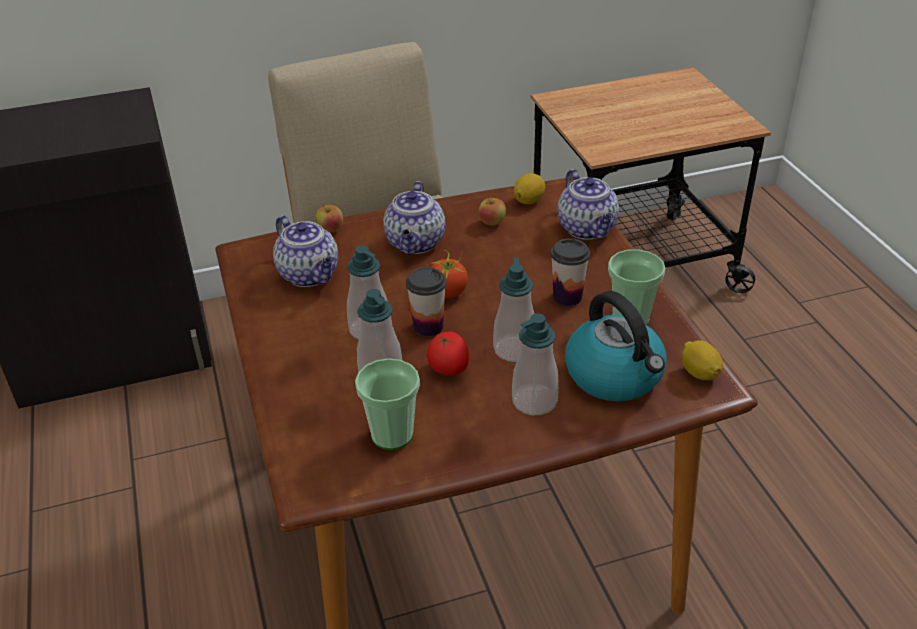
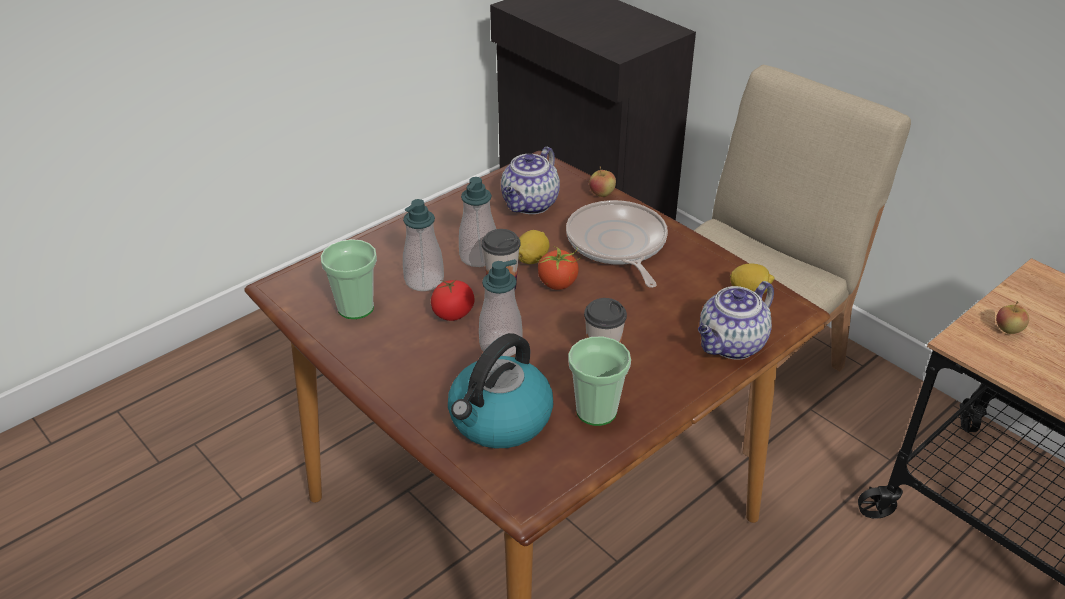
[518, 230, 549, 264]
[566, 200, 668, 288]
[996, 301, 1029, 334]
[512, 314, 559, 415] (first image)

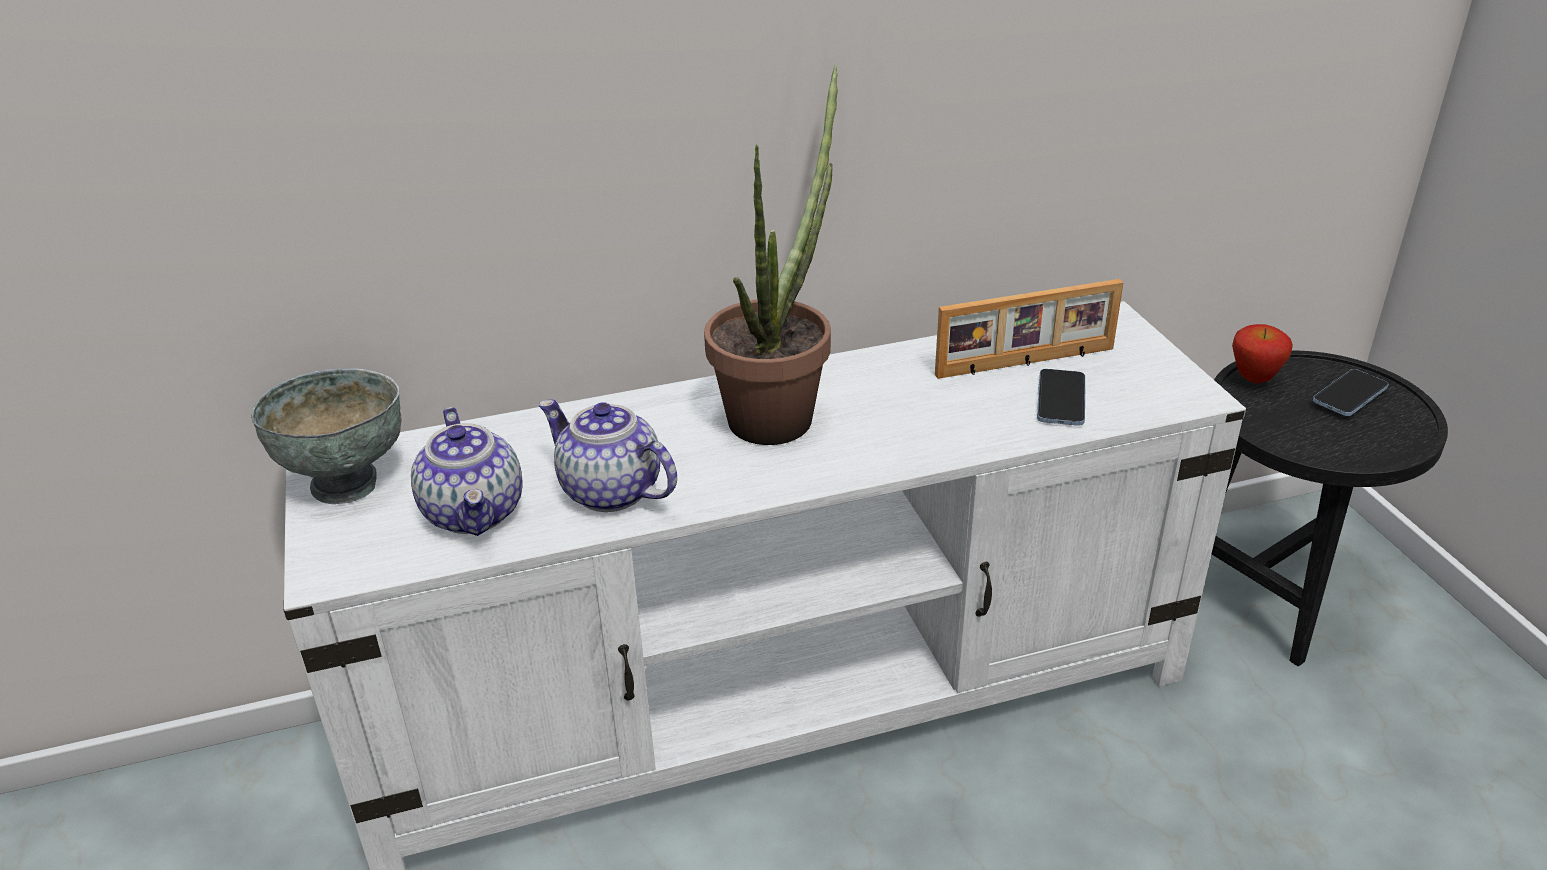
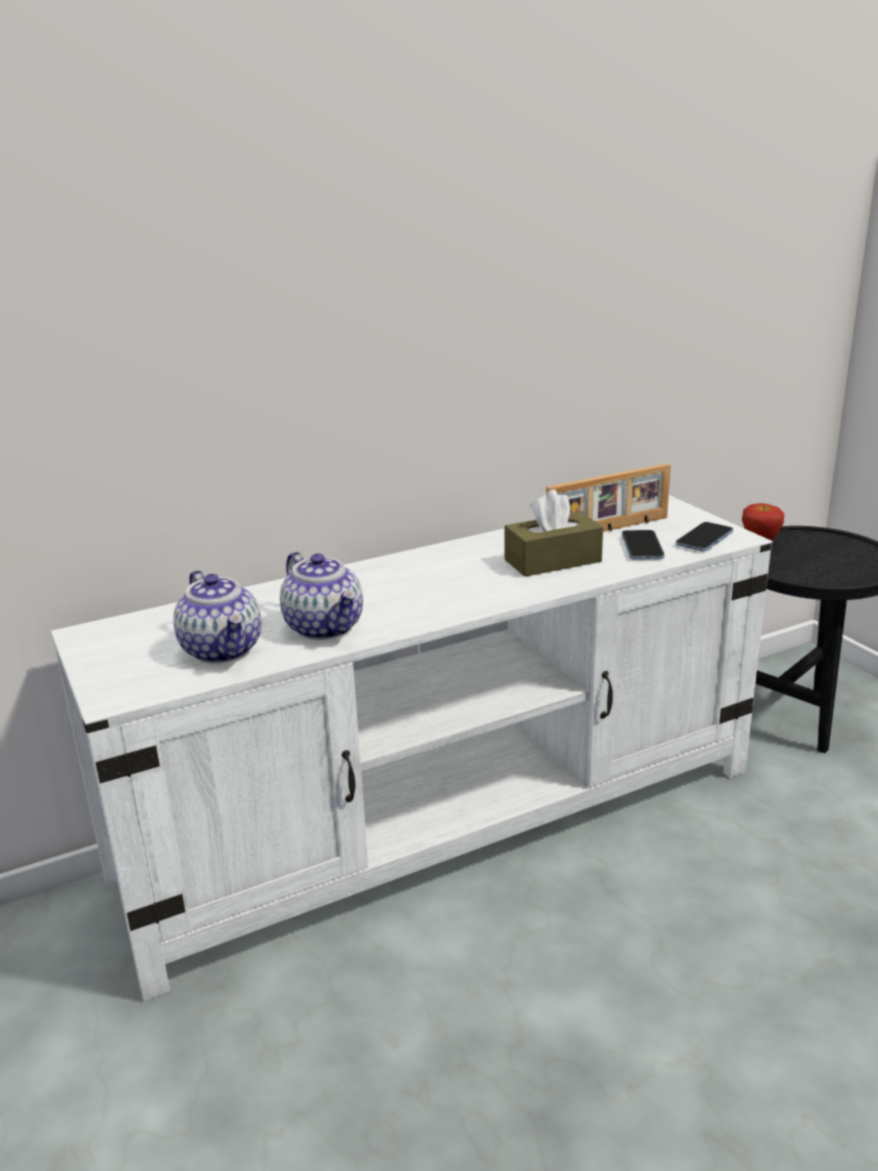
[280, 552, 363, 640]
[504, 489, 603, 577]
[676, 522, 733, 552]
[251, 369, 401, 504] (first image)
[704, 65, 838, 445] (first image)

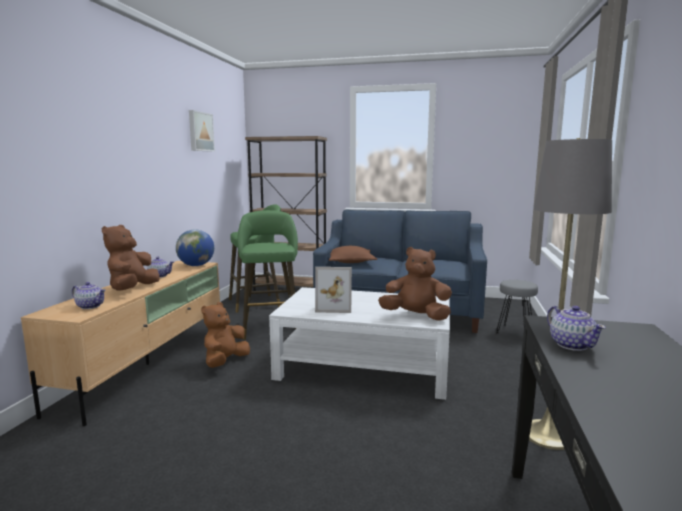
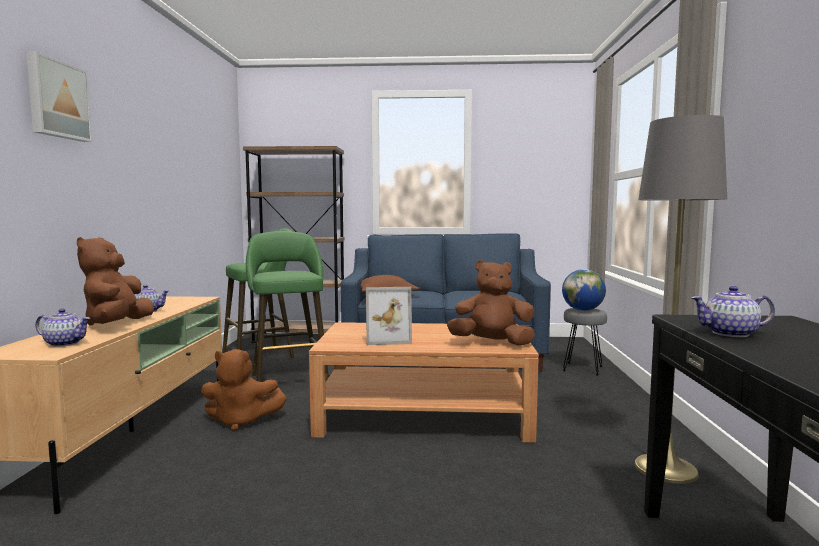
[27, 51, 92, 142]
[201, 349, 287, 431]
[309, 322, 539, 443]
[562, 269, 606, 311]
[691, 286, 775, 337]

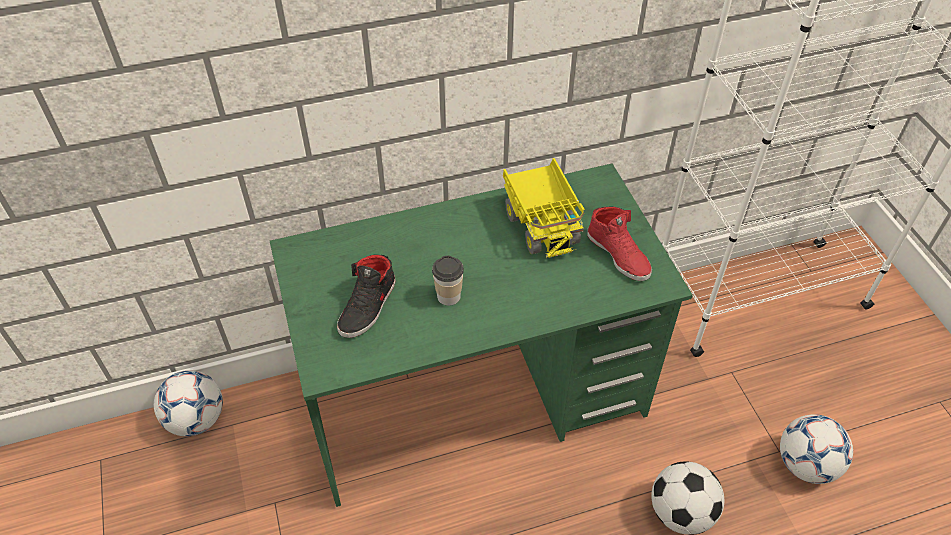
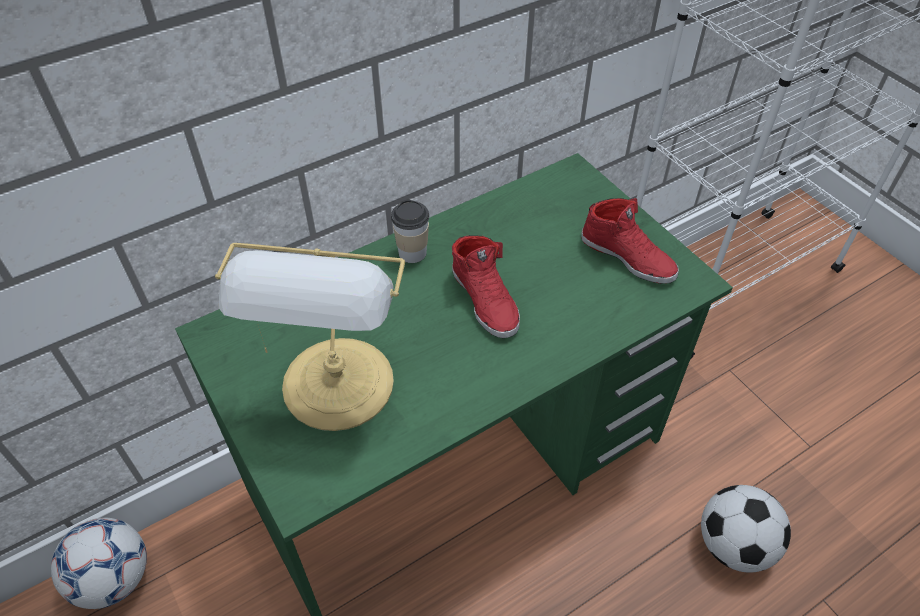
[215, 243, 405, 431]
[391, 200, 429, 263]
[452, 235, 520, 338]
[503, 158, 585, 259] (first image)
[780, 414, 853, 484] (first image)

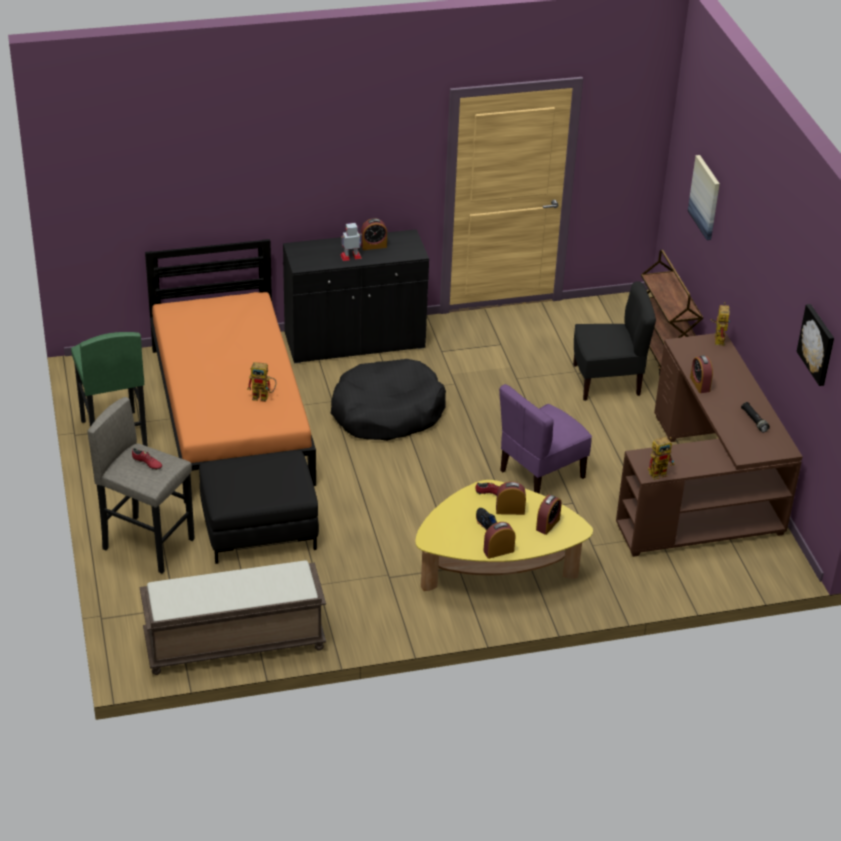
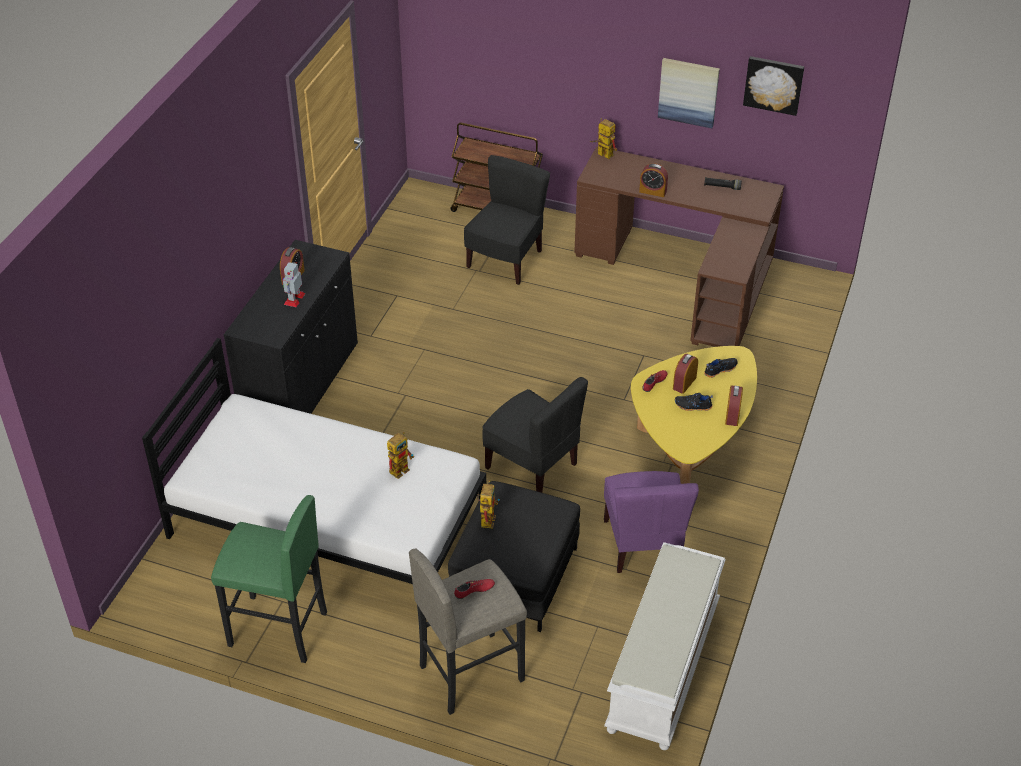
[142, 338, 486, 584]
[477, 480, 500, 529]
[482, 377, 588, 493]
[604, 471, 699, 573]
[604, 542, 726, 750]
[658, 58, 720, 128]
[704, 358, 737, 378]
[331, 359, 446, 441] (first image)

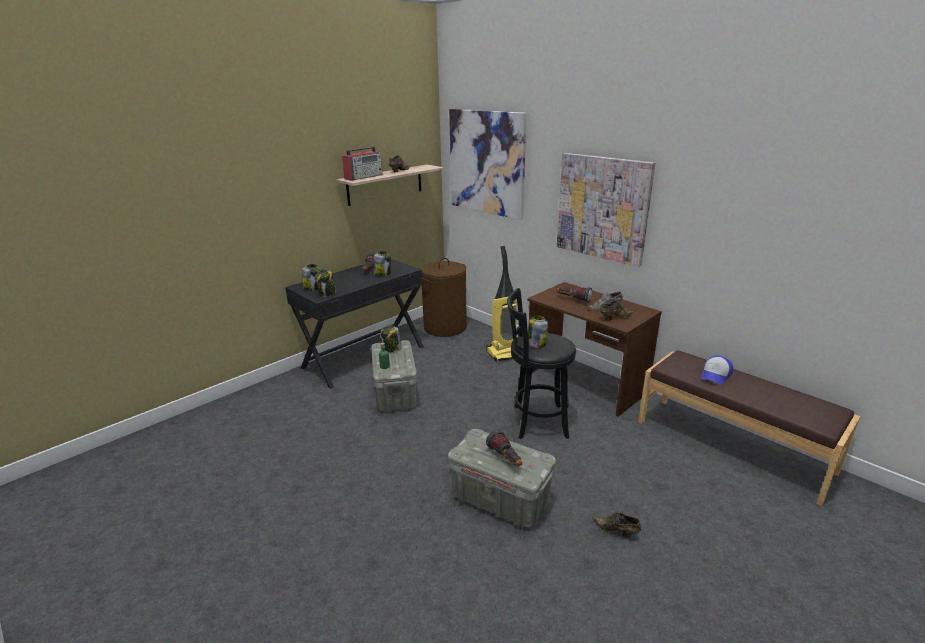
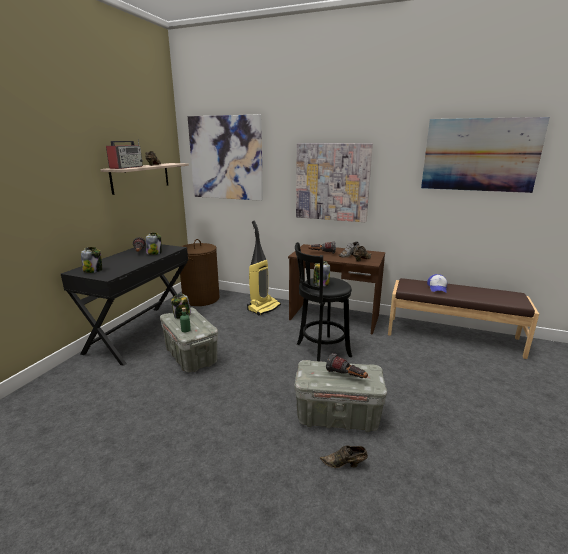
[320, 445, 368, 468]
[421, 117, 550, 193]
[315, 269, 336, 297] (first image)

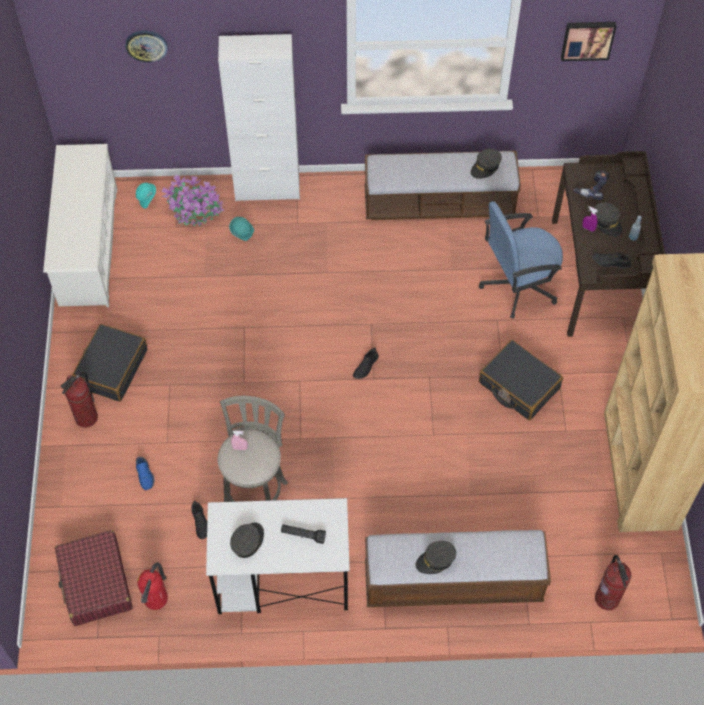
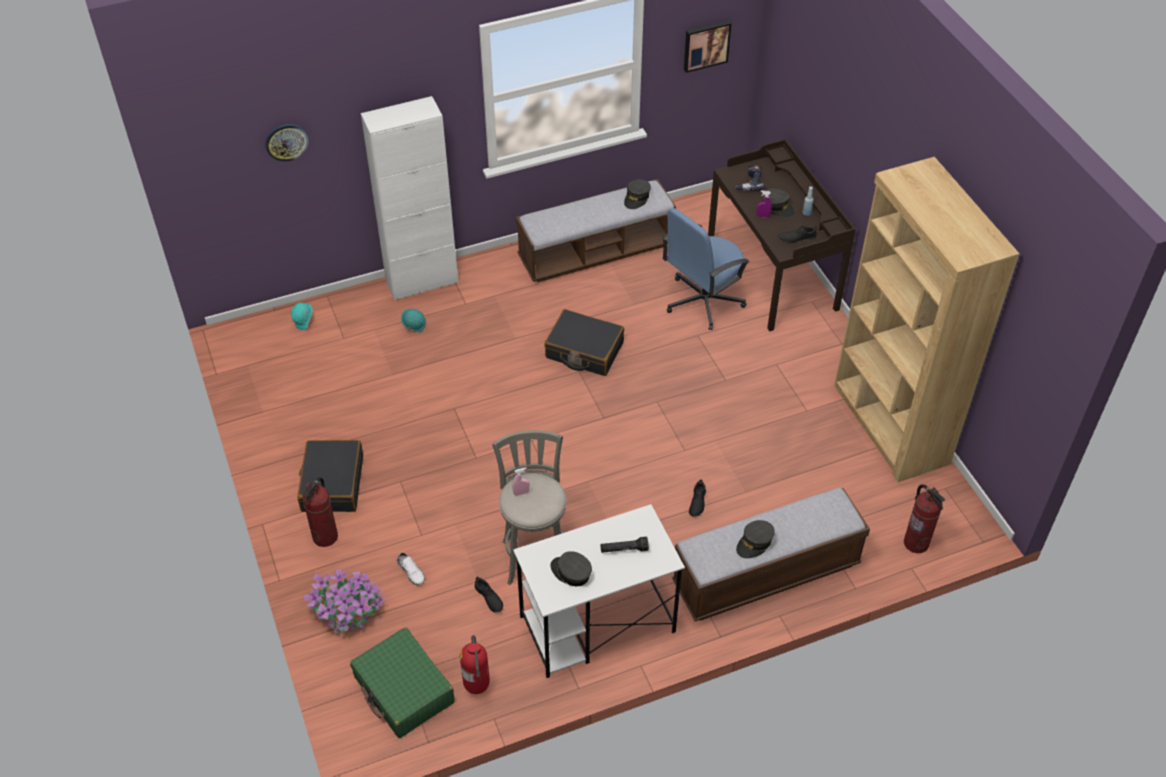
[304, 569, 385, 634]
[350, 628, 455, 738]
[397, 553, 425, 585]
[544, 309, 624, 376]
[550, 551, 592, 586]
[689, 479, 706, 517]
[43, 144, 117, 307] (first image)

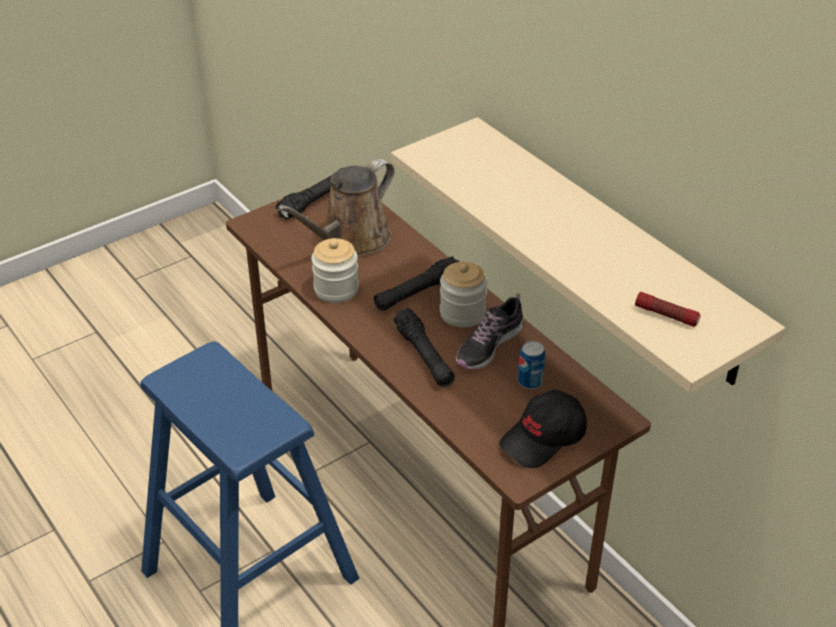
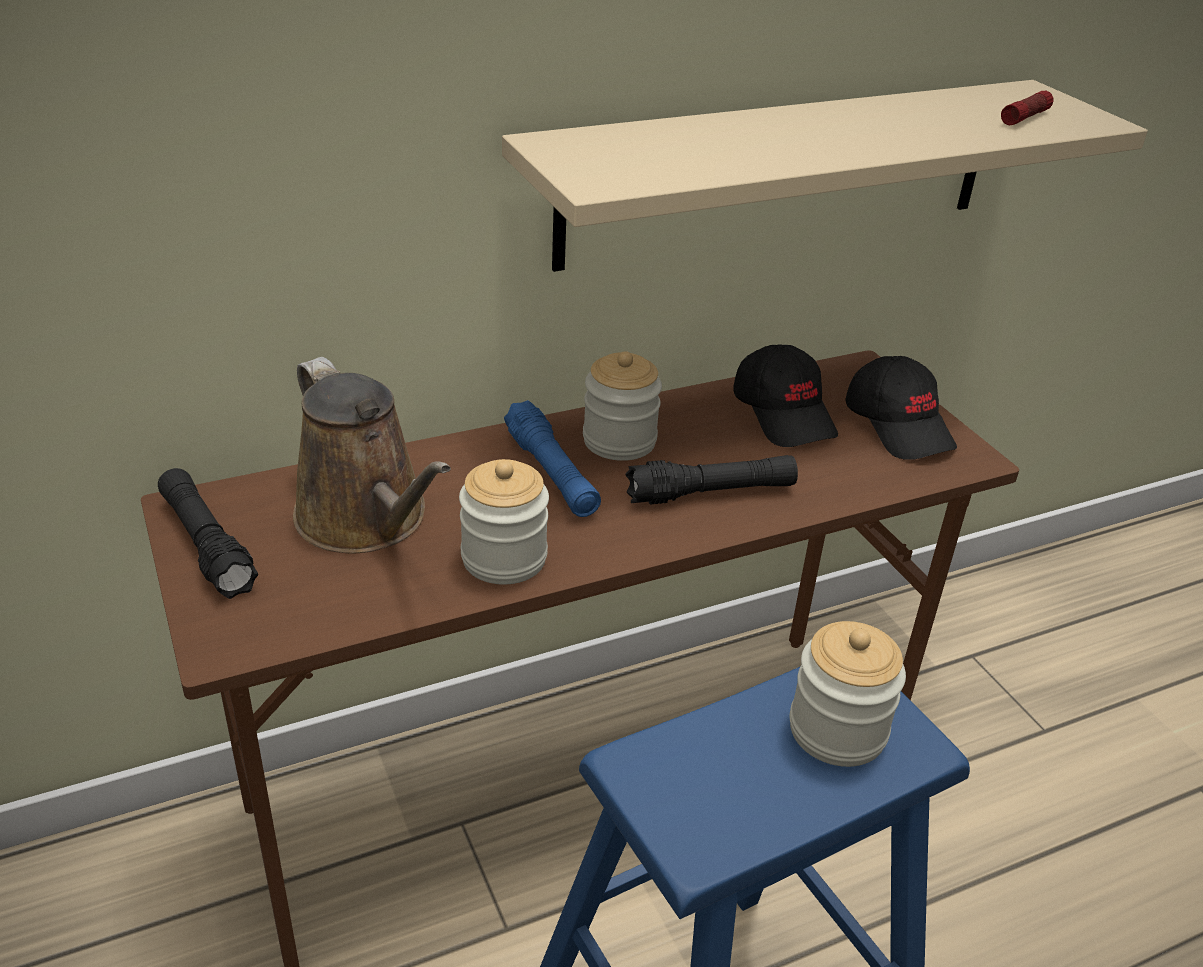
[504, 400, 601, 517]
[733, 344, 838, 447]
[790, 621, 906, 767]
[456, 293, 524, 370] (first image)

